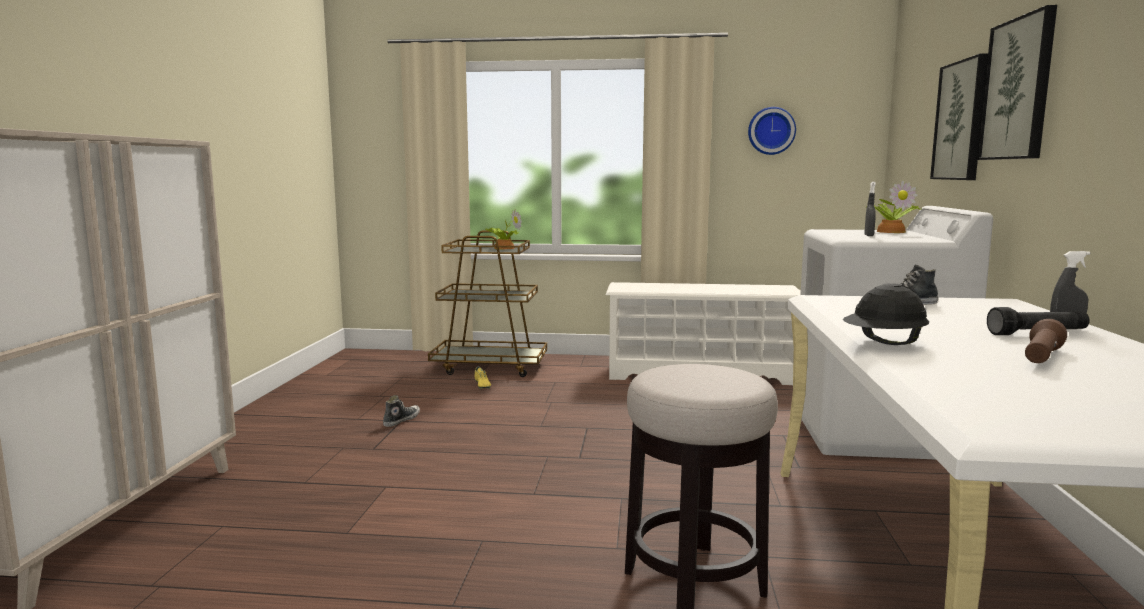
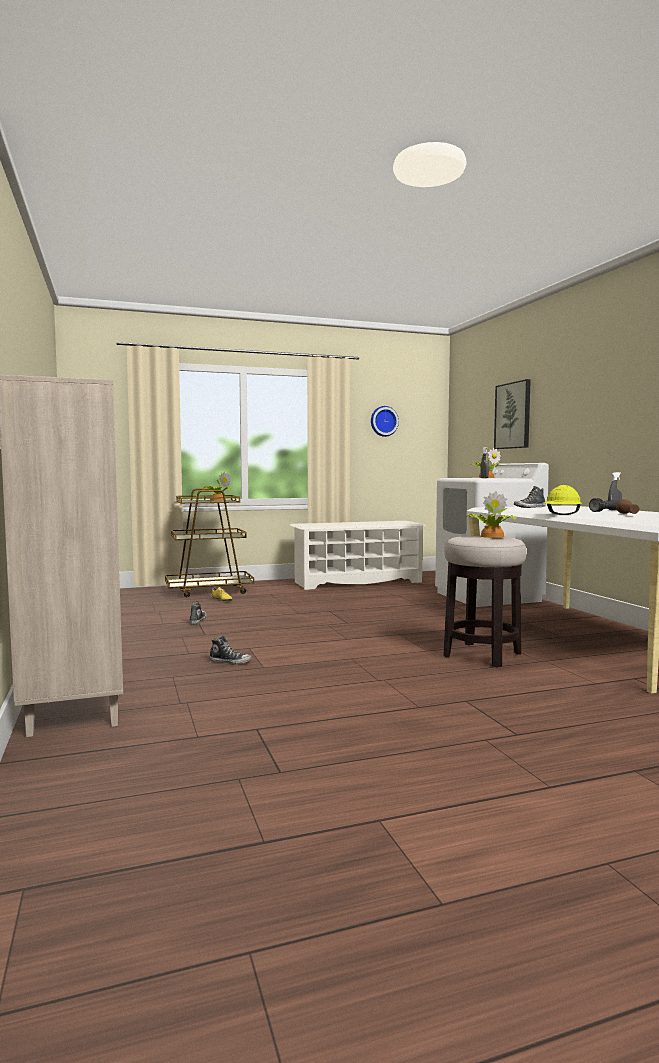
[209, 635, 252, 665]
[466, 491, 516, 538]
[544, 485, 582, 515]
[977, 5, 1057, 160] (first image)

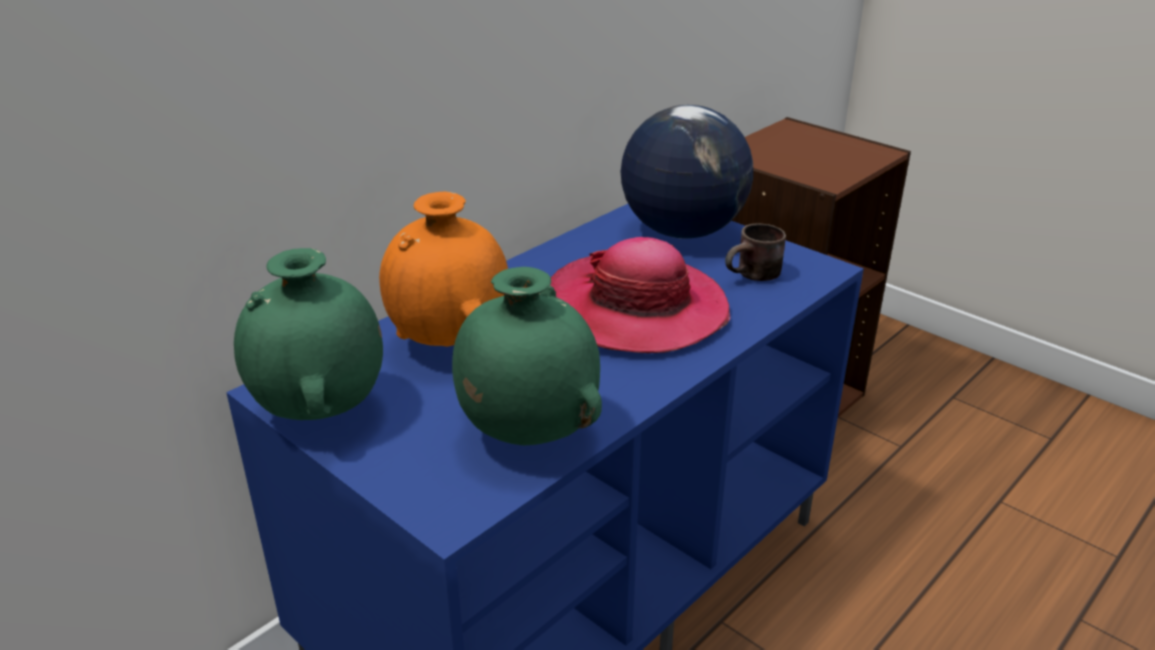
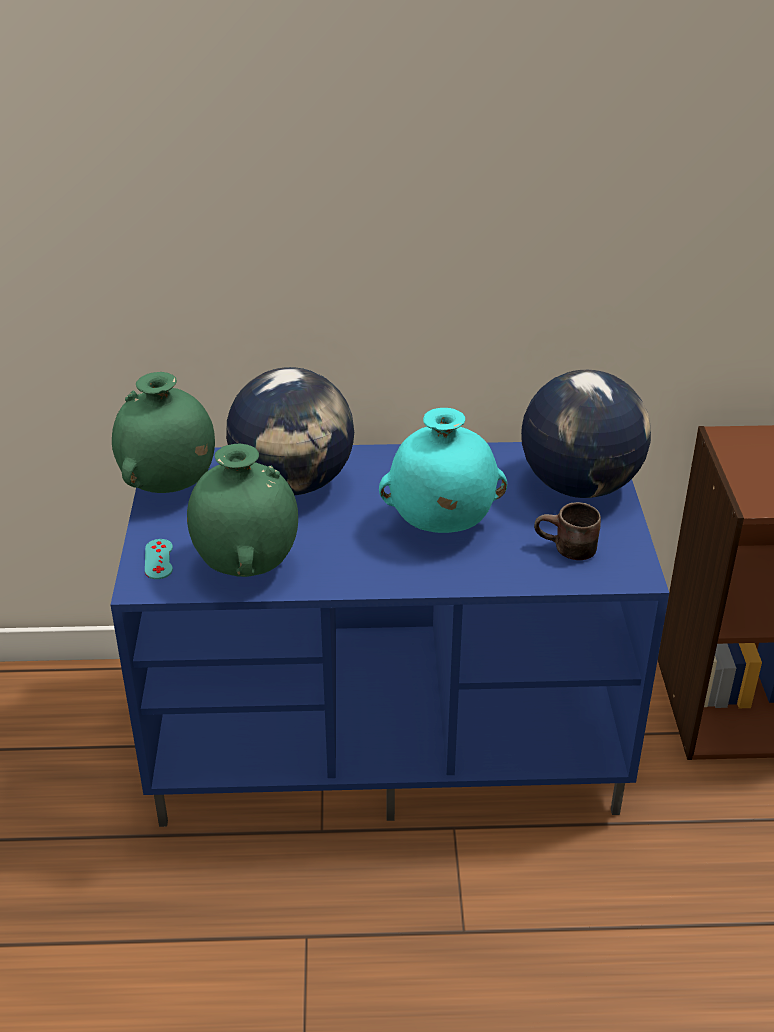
[145, 539, 173, 579]
[226, 367, 354, 495]
[379, 408, 507, 533]

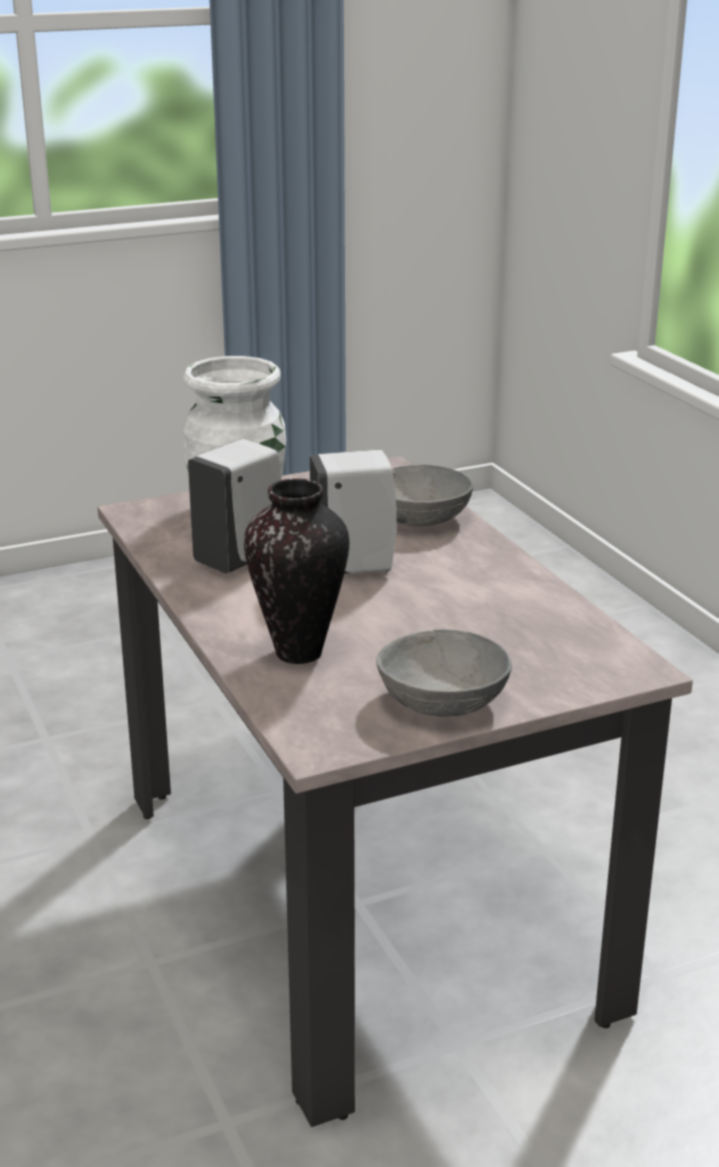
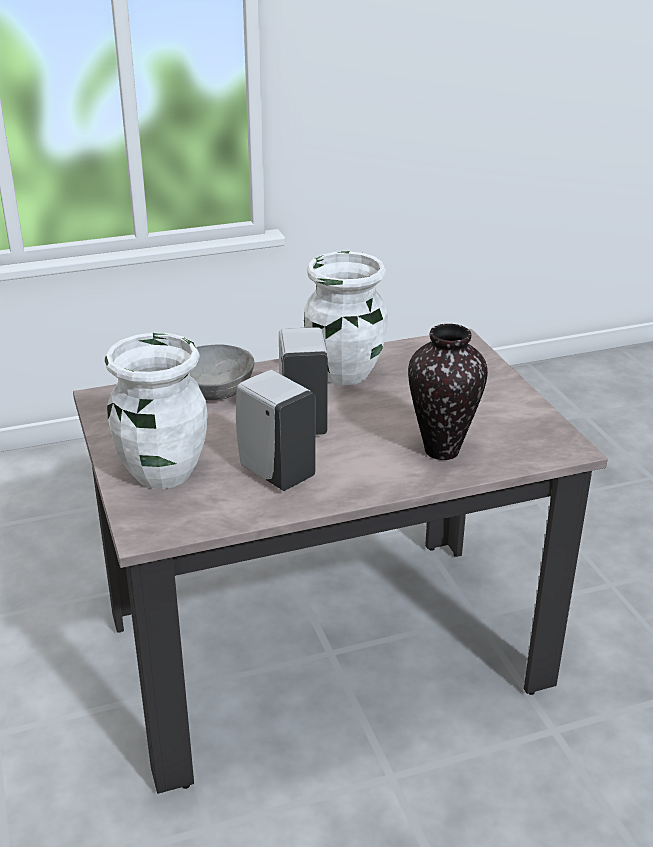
[304, 251, 388, 385]
[376, 629, 512, 717] (first image)

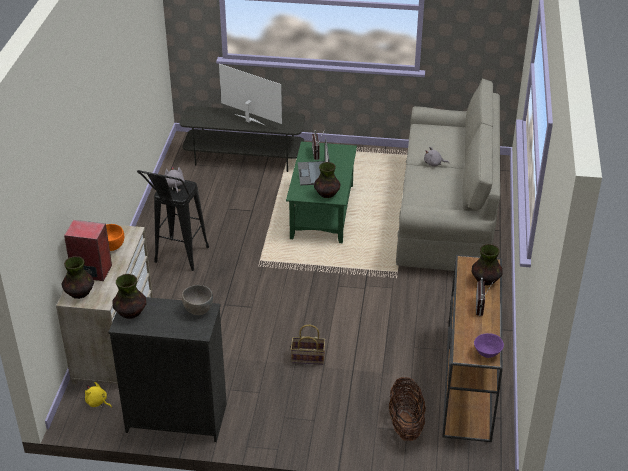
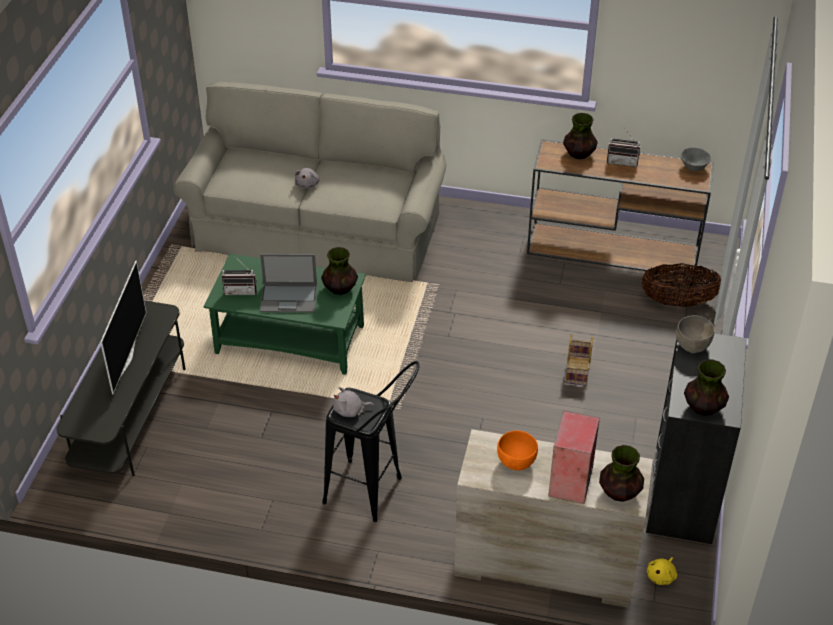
[100, 261, 146, 394]
[681, 147, 711, 171]

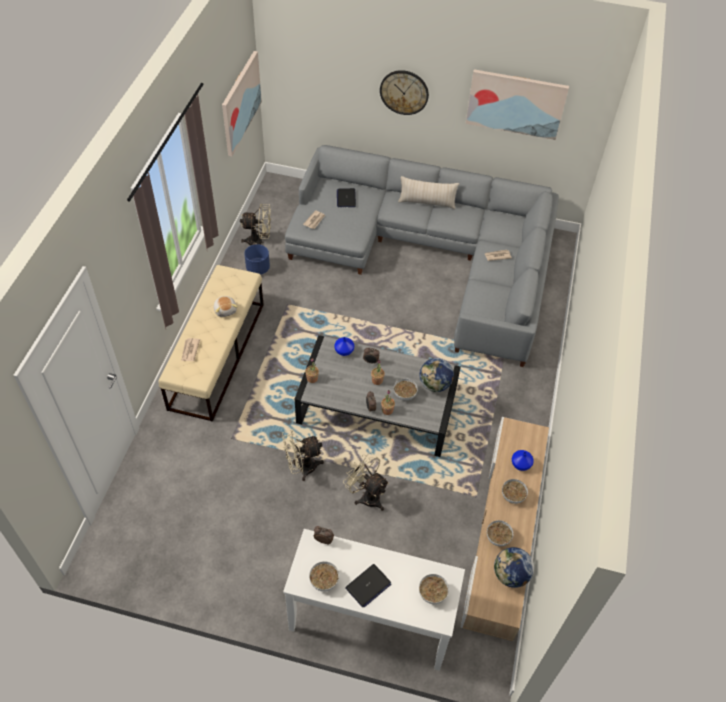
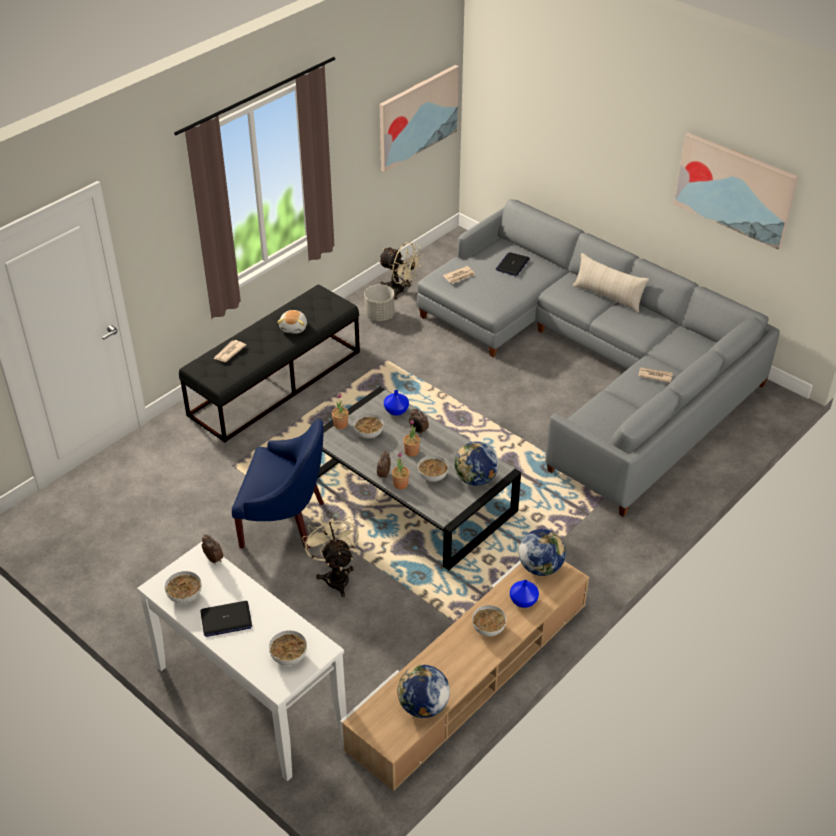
[179, 285, 360, 443]
[232, 419, 324, 549]
[354, 414, 384, 438]
[364, 284, 394, 321]
[519, 529, 566, 576]
[380, 70, 429, 115] (first image)

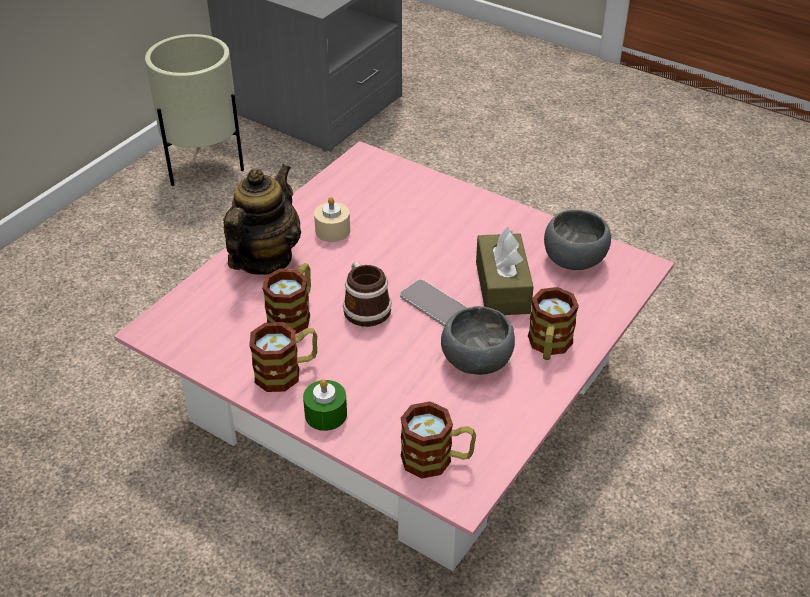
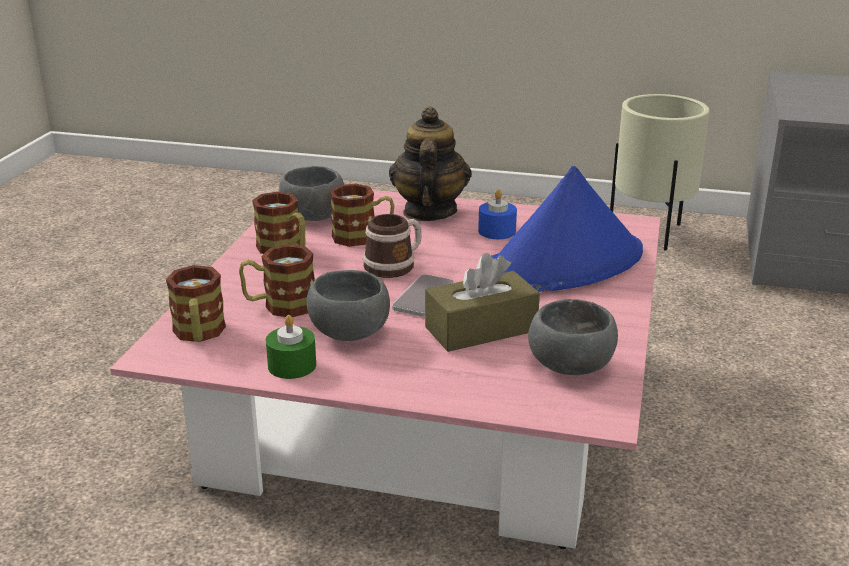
[239, 244, 315, 317]
[266, 315, 316, 379]
[279, 166, 344, 221]
[389, 107, 472, 221]
[478, 189, 517, 239]
[492, 166, 643, 292]

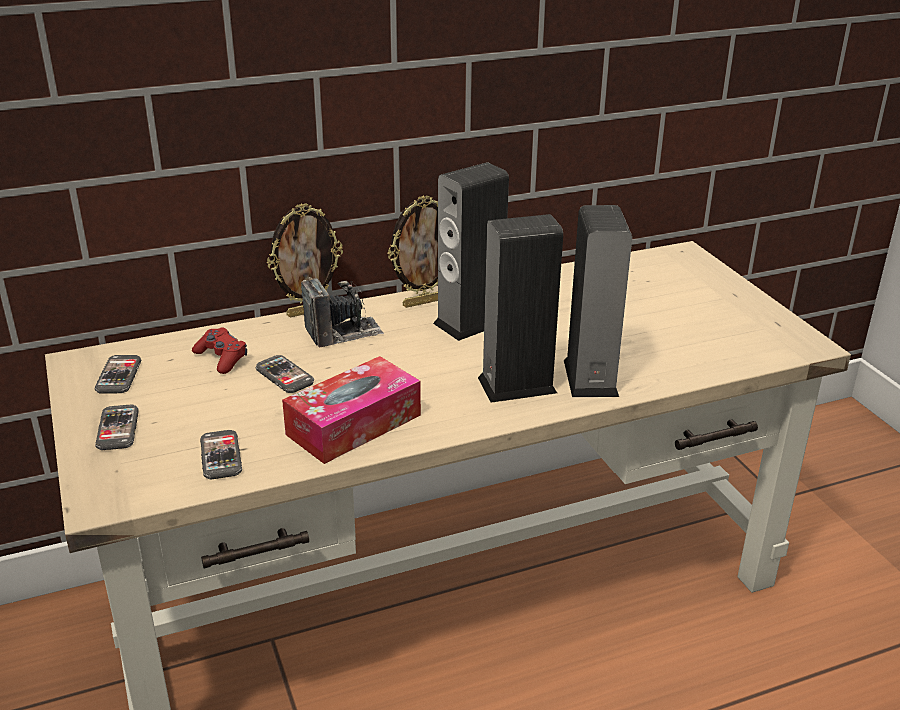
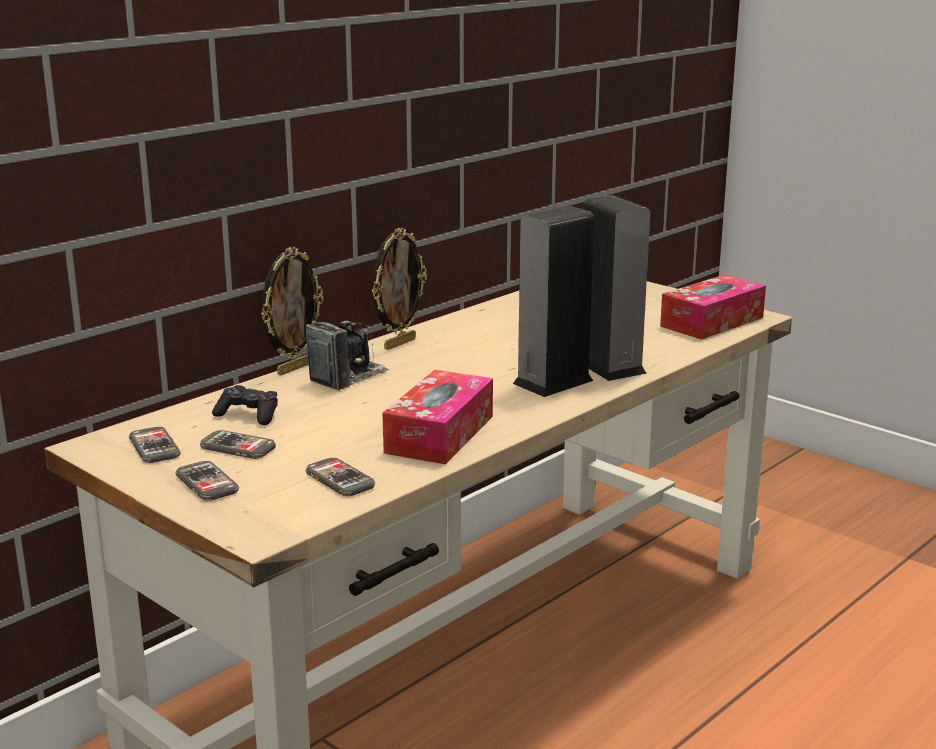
[200, 430, 276, 459]
[212, 385, 278, 425]
[660, 275, 766, 340]
[433, 162, 509, 341] (first image)

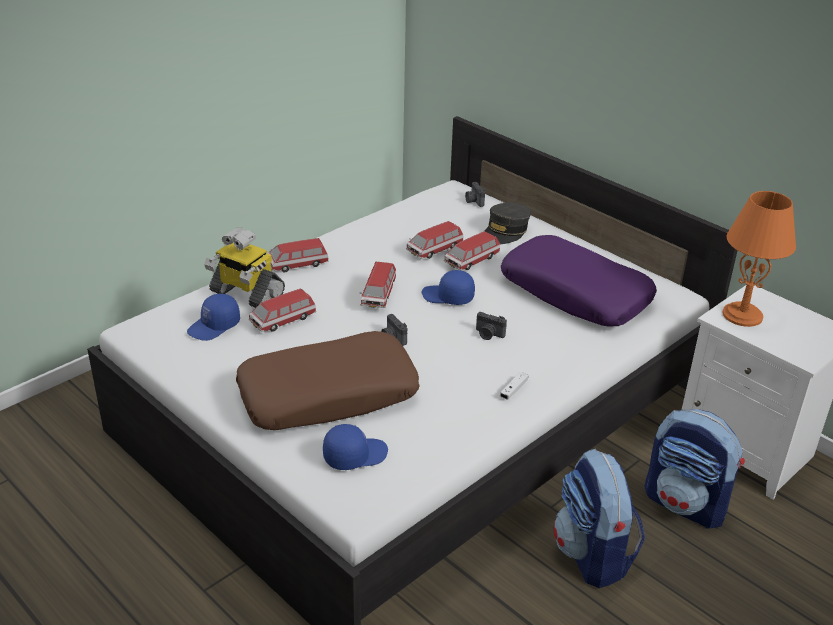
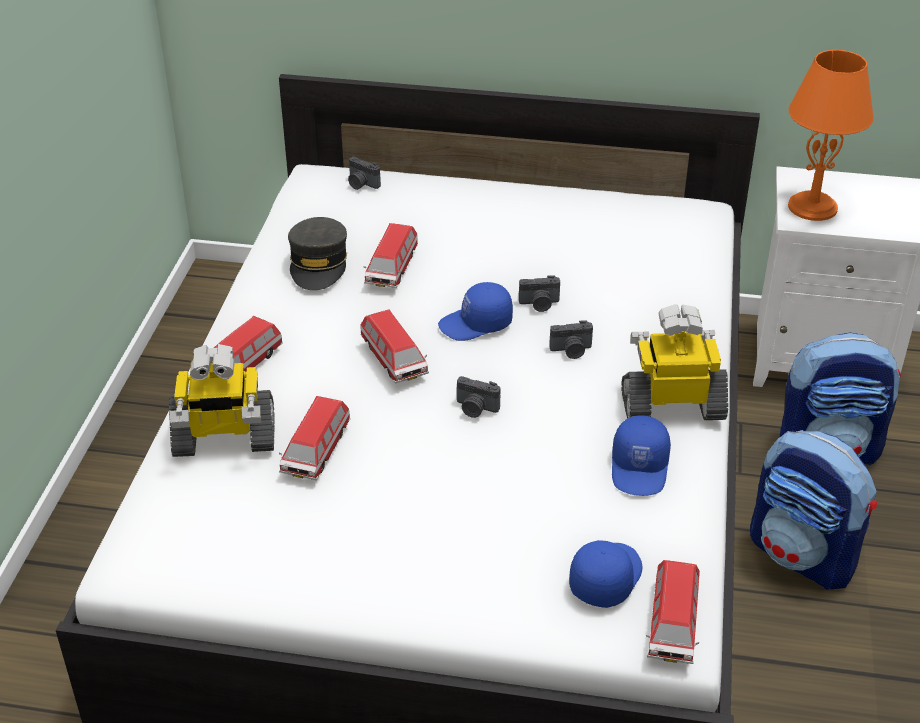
[288, 217, 347, 290]
[519, 275, 560, 312]
[612, 415, 671, 496]
[621, 304, 728, 420]
[646, 560, 700, 664]
[236, 331, 420, 430] (first image)
[501, 235, 657, 327] (first image)

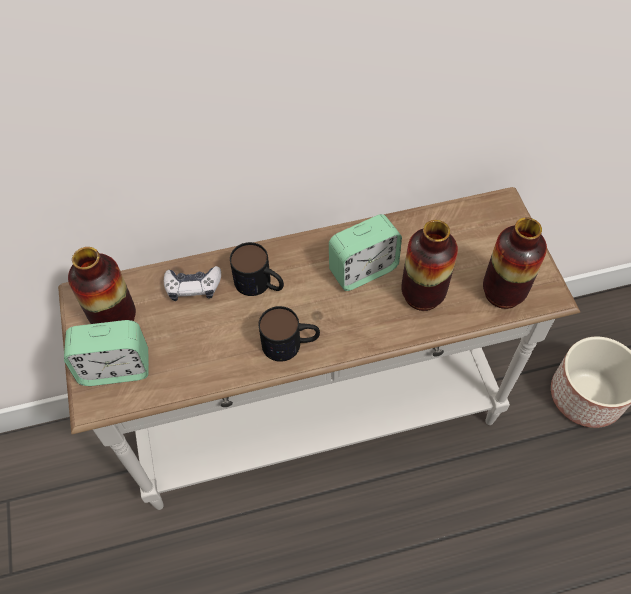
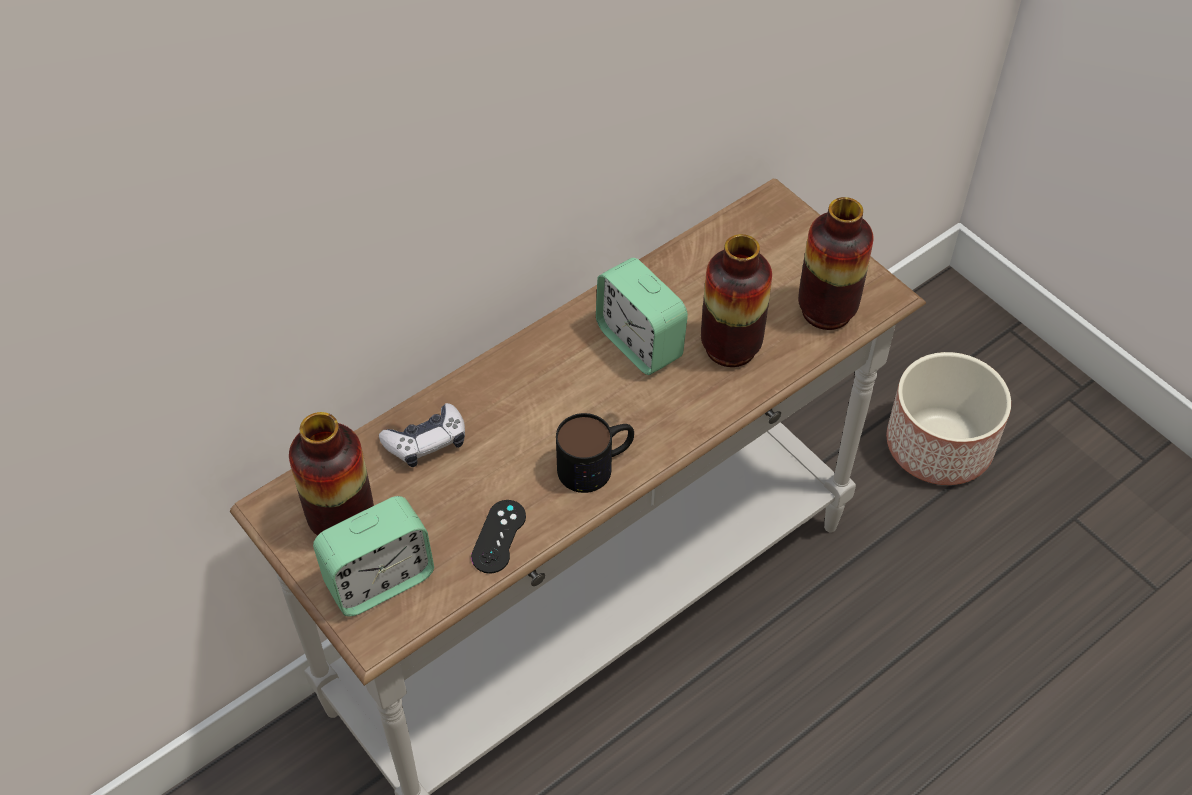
[471, 500, 526, 574]
[596, 258, 688, 375]
[230, 242, 284, 296] (first image)

